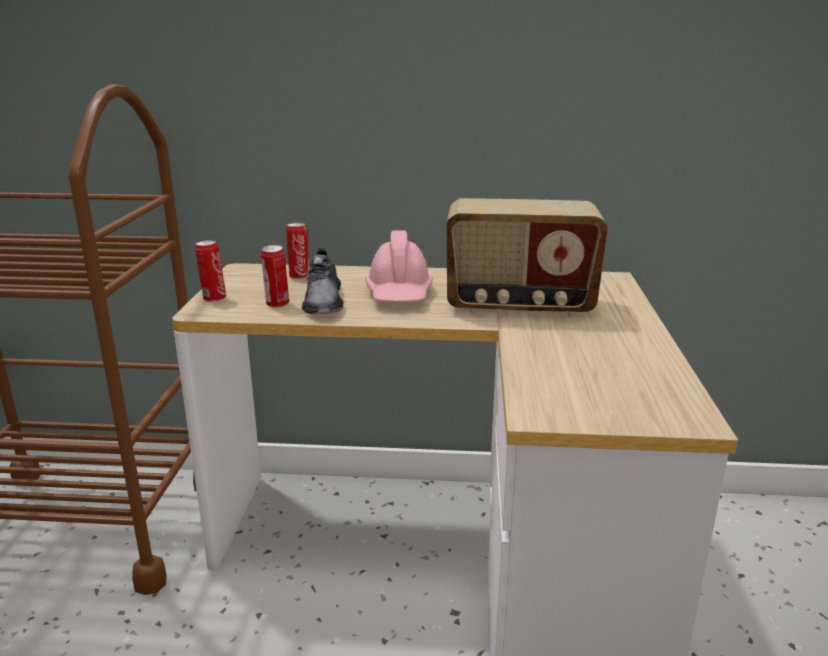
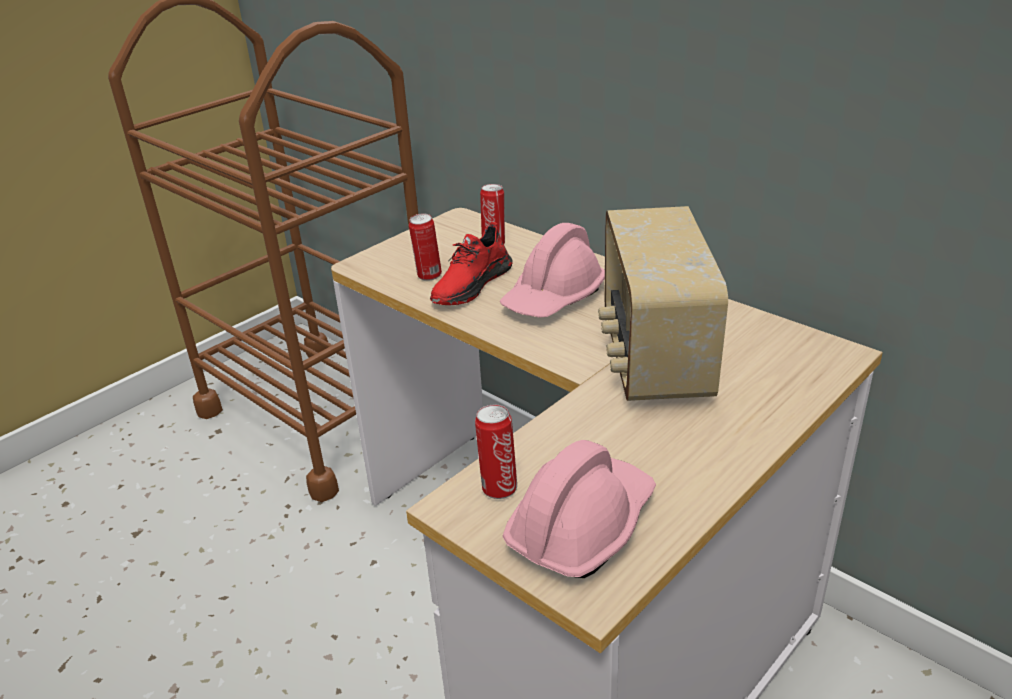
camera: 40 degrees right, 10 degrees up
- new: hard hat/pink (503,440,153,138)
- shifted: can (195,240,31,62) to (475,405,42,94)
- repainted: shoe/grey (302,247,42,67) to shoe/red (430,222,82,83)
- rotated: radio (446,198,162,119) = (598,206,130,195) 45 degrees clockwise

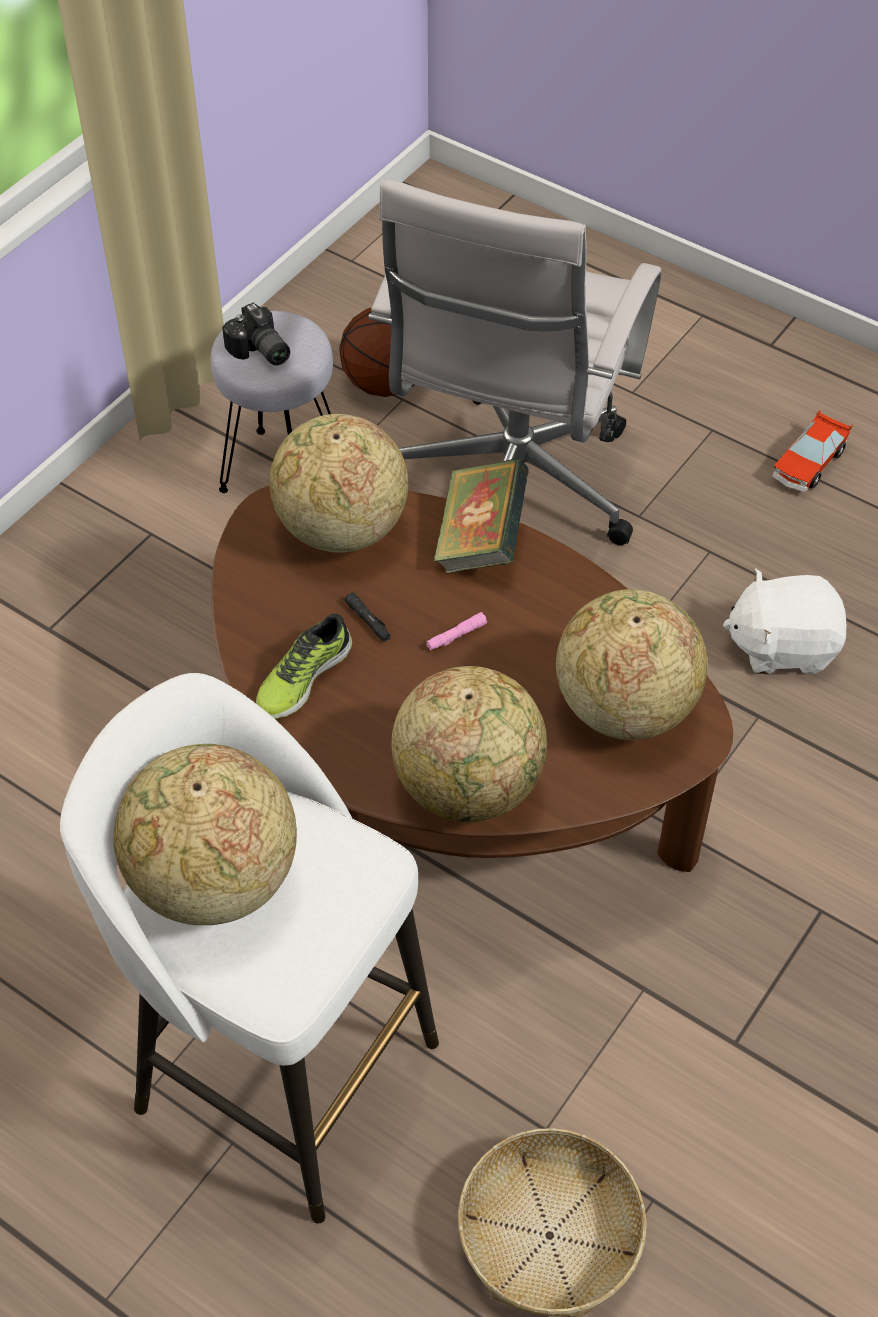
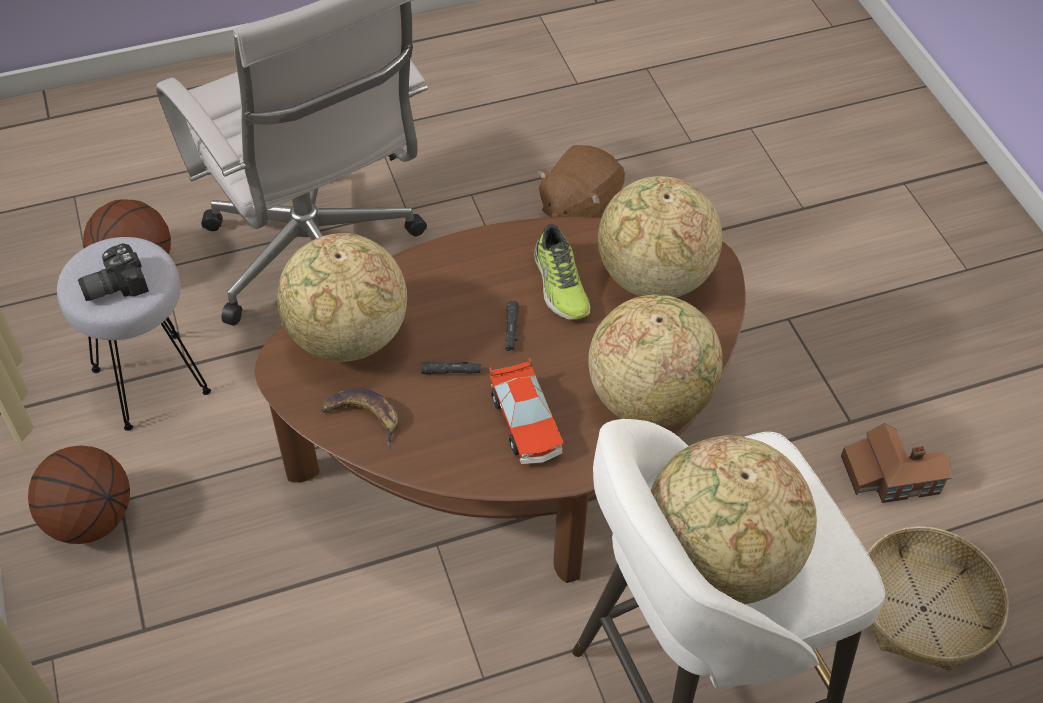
camera: 55 degrees left, 0 degrees up
- gone: book (434,458,95,116)
- new: basketball (28,446,102,98)
- new: banana (321,388,77,60)
- new: toy house (841,423,111,80)
- shifted: shoe (256,614,96,105) to (534,224,57,96)
- shifted: toy car (772,409,81,83) to (489,358,74,106)
- repainted: flashlight/pink (426,612,61,38) to flashlight/black (505,301,14,50)
- repainted: plush toy/white (723,569,124,105) to plush toy/brown (537,145,88,73)
- rotated: photo camera (222,303,68,63) = (78,243,71,58) 150 degrees clockwise

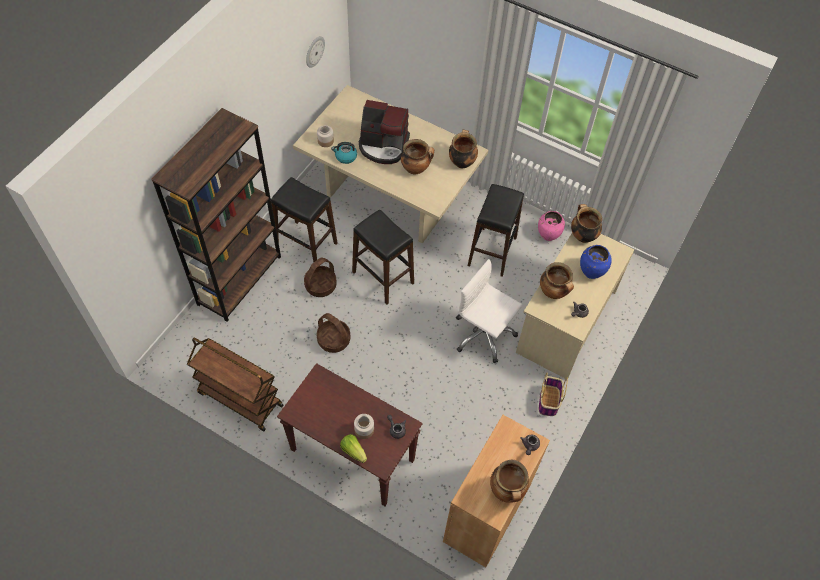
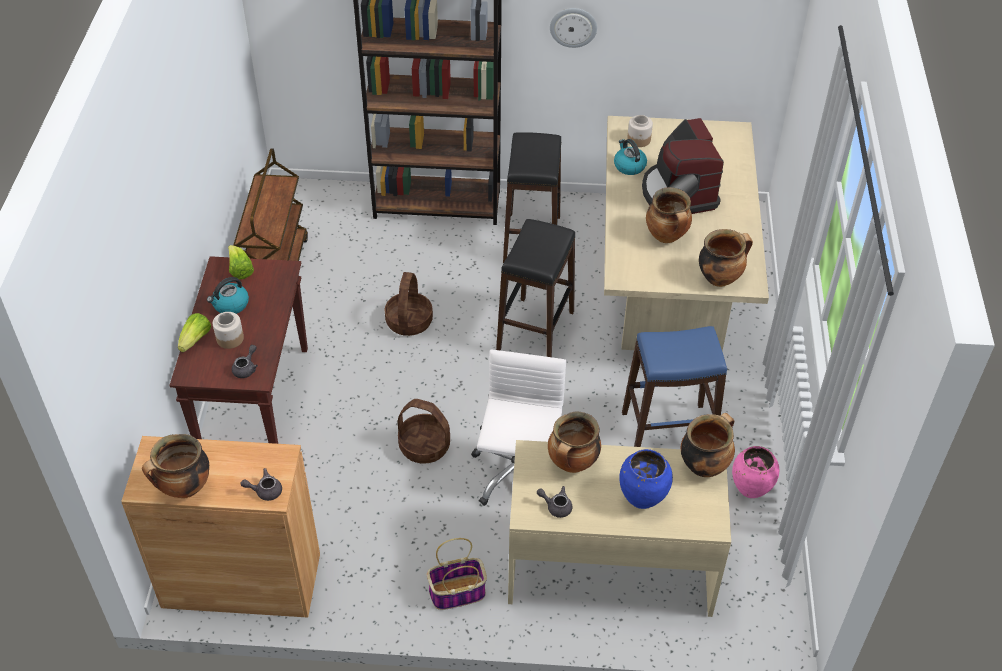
camera: 65 degrees right, 10 degrees down
- new: kettle (207,277,42,37)
- new: lettuce (228,245,26,35)
- shifted: basket (304,258,33,39) to (398,399,52,65)
- shifted: wall clock (306,36,19,32) to (550,8,47,40)
- repainted: stool/black (468,184,56,93) to stool/blue (622,326,105,121)

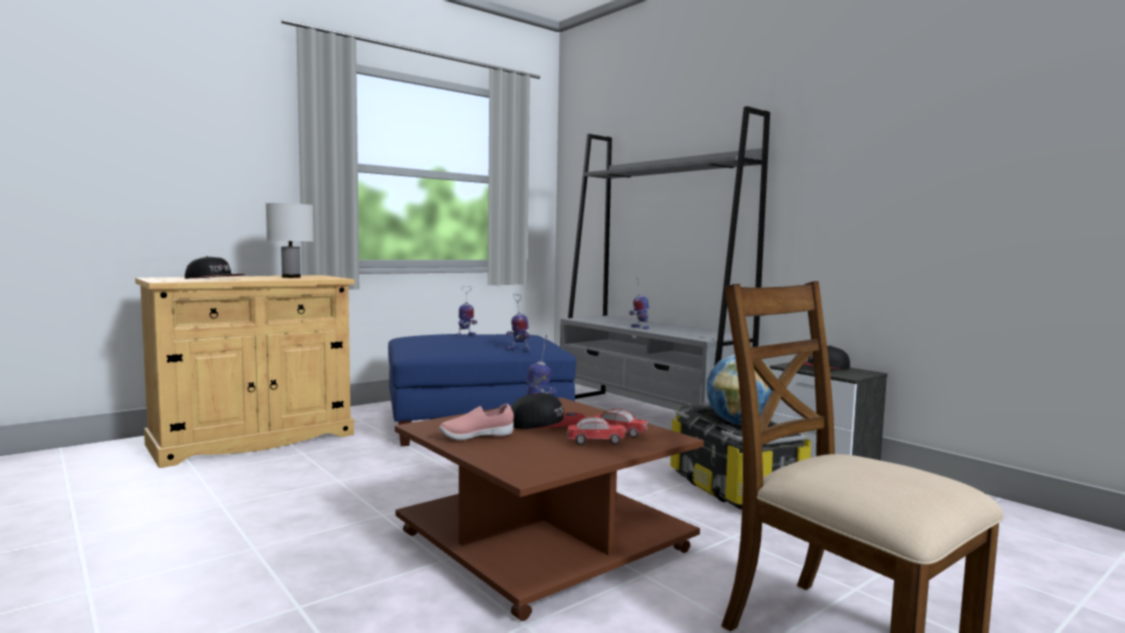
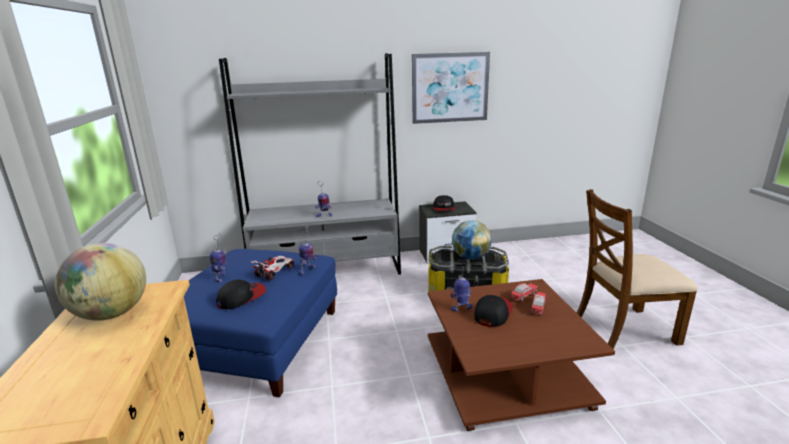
camera: 60 degrees left, 15 degrees up
- gone: shoe/pink (439,404,75,36)
- new: toy car (251,256,43,25)
- new: picture (412,52,78,72)
- shifted: cap (185,256,60,23) to (216,279,50,30)
- swapped: table lamp/white (266,203,48,75) to globe (55,243,91,77)

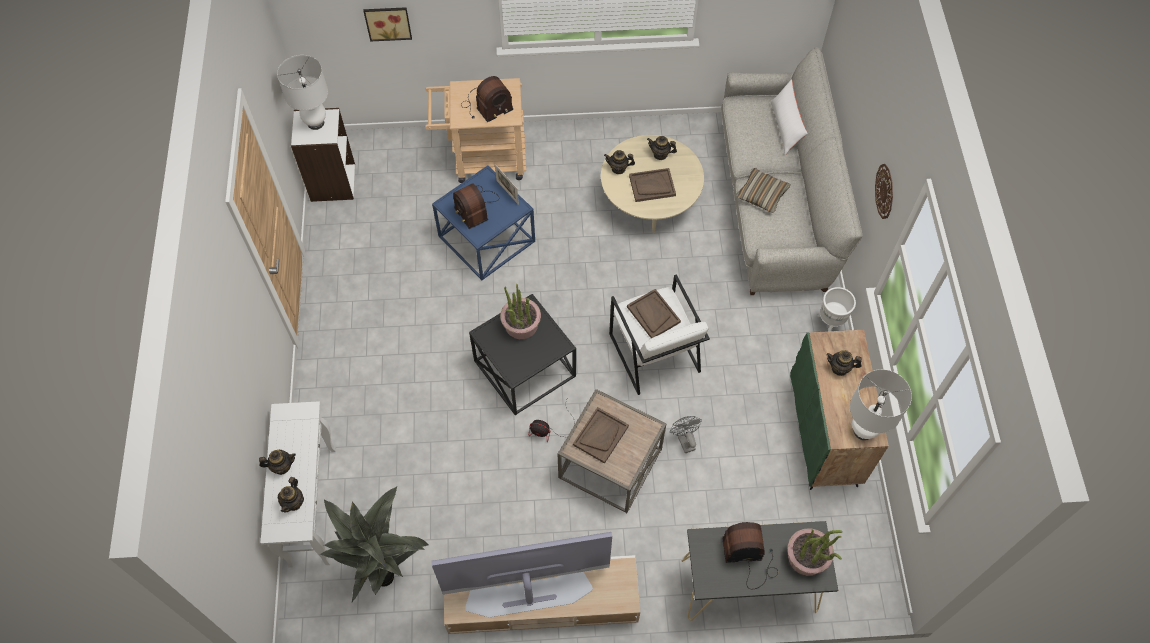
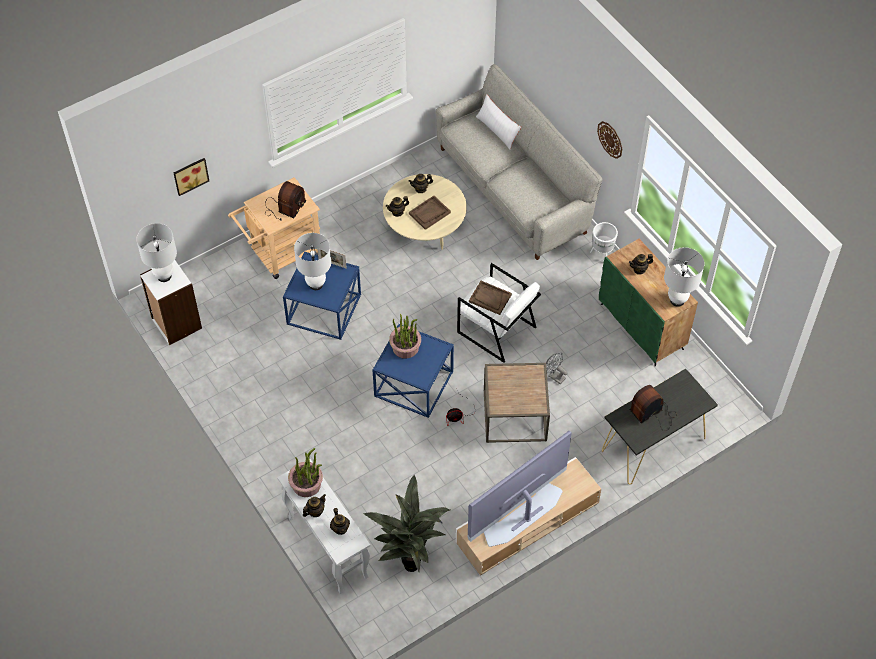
camera: 30 degrees left, 5 degrees down
- gone: tray/brown (573,407,56,57)
- gone: pillow (736,168,55,45)
- shifted: potted plant (787,528,56,48) to (288,448,35,49)
- swapped: radio (453,183,47,46) to table lamp/white (294,233,37,57)
- repainted: side table/black (469,294,107,121) to side table/blue (373,324,81,94)

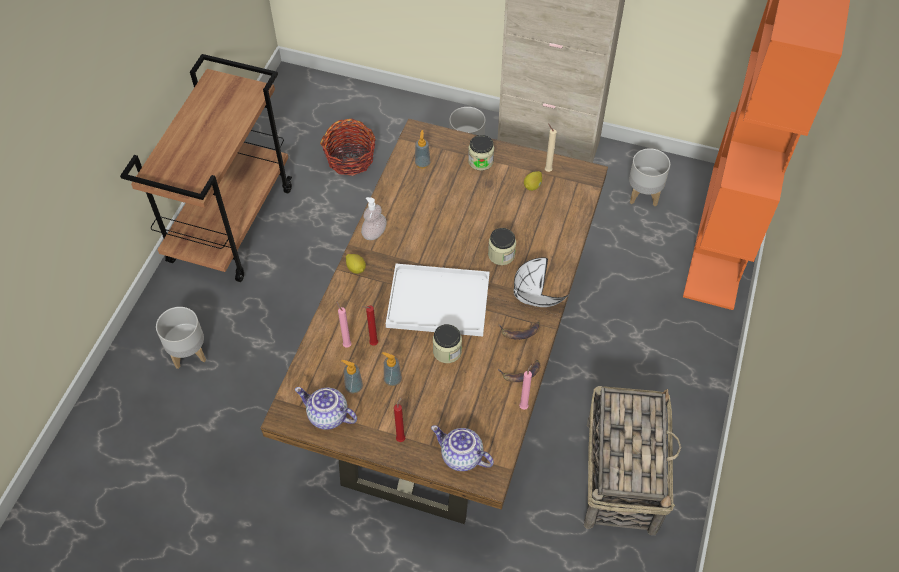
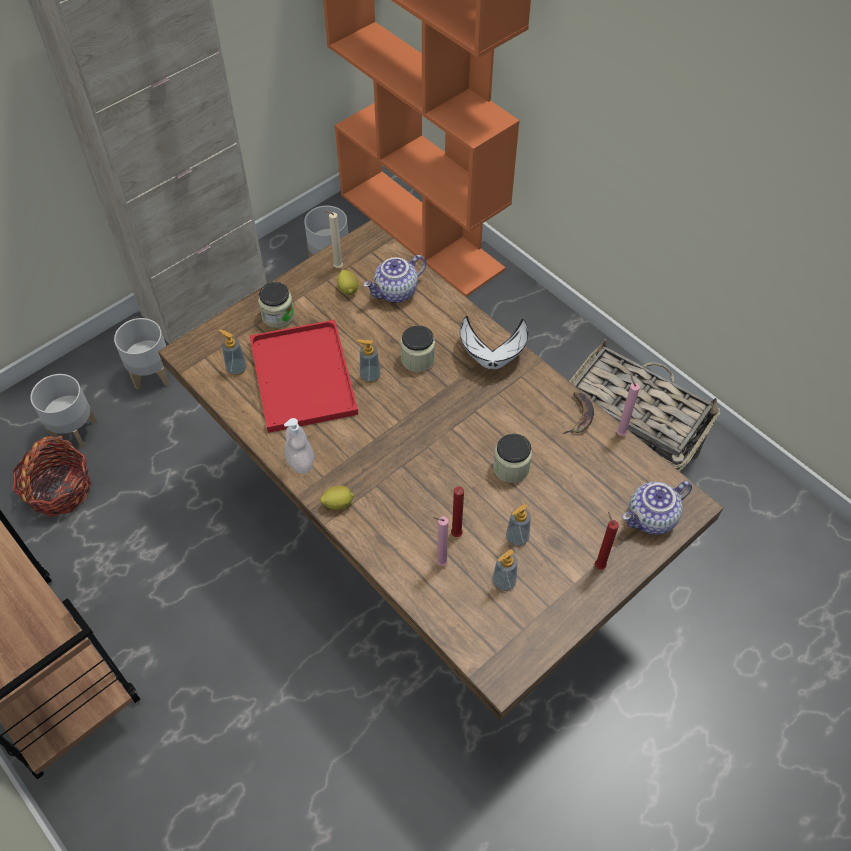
camera: 60 degrees left, 0 degrees up
- gone: tray/white (386,264,104,73)
- gone: banana (499,322,41,18)
- new: tray/red (249,320,109,113)
- new: soap dispenser (357,340,24,43)
- shifted: planter/grey (156,307,50,62) to (30,374,67,74)
- shifted: teapot (295,387,62,43) to (363,255,63,48)

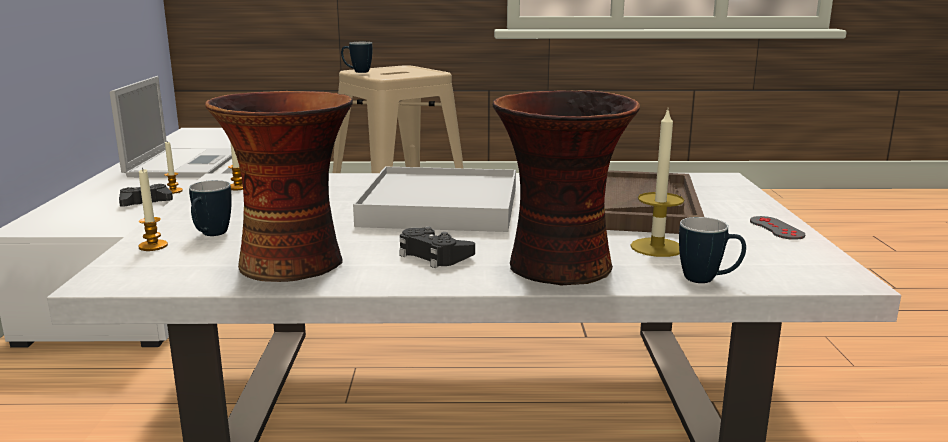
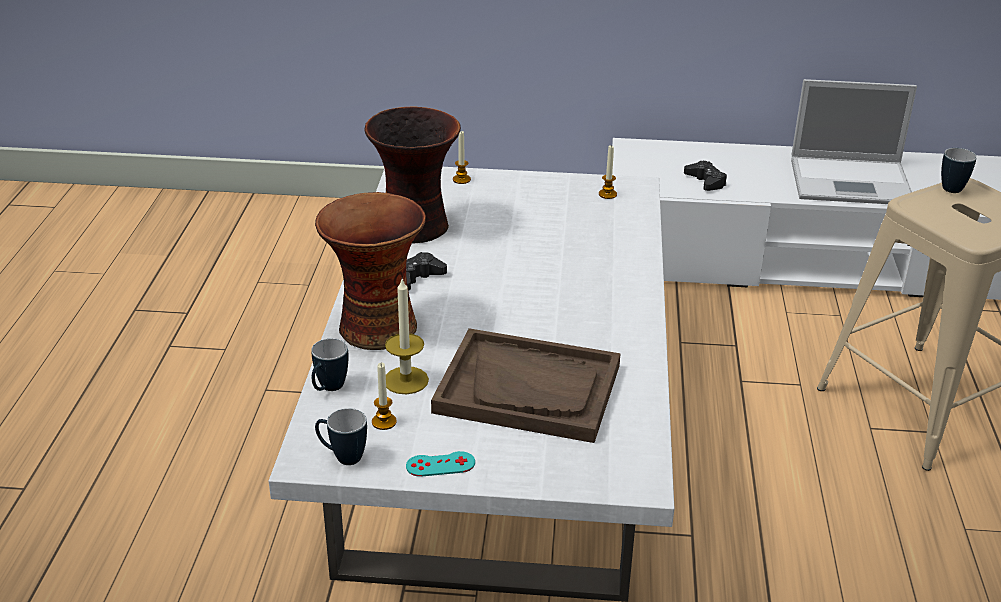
camera: 95 degrees right, 15 degrees up
- gone: tray/white (353,167,163,65)
- shifted: candle (165,141,18,53) to (372,362,25,68)
- shifted: mug (189,180,43,56) to (315,408,52,57)
- repainted: game controller/grey (750,216,55,24) to game controller/turquoise (406,451,69,26)

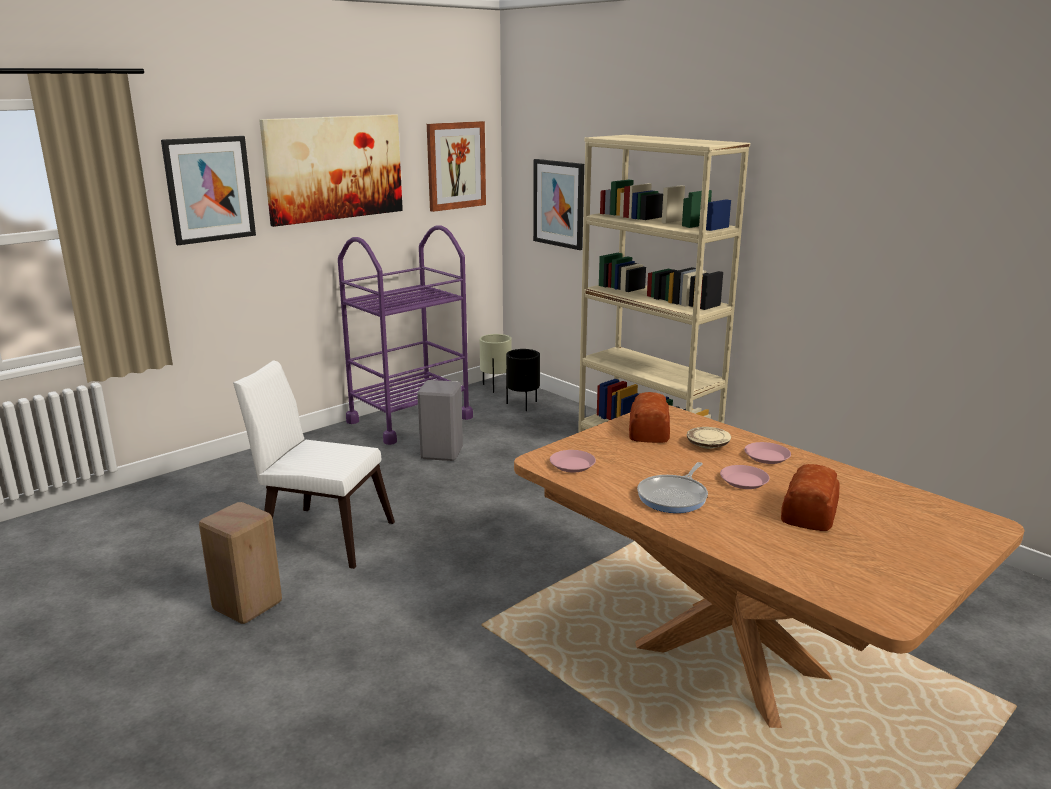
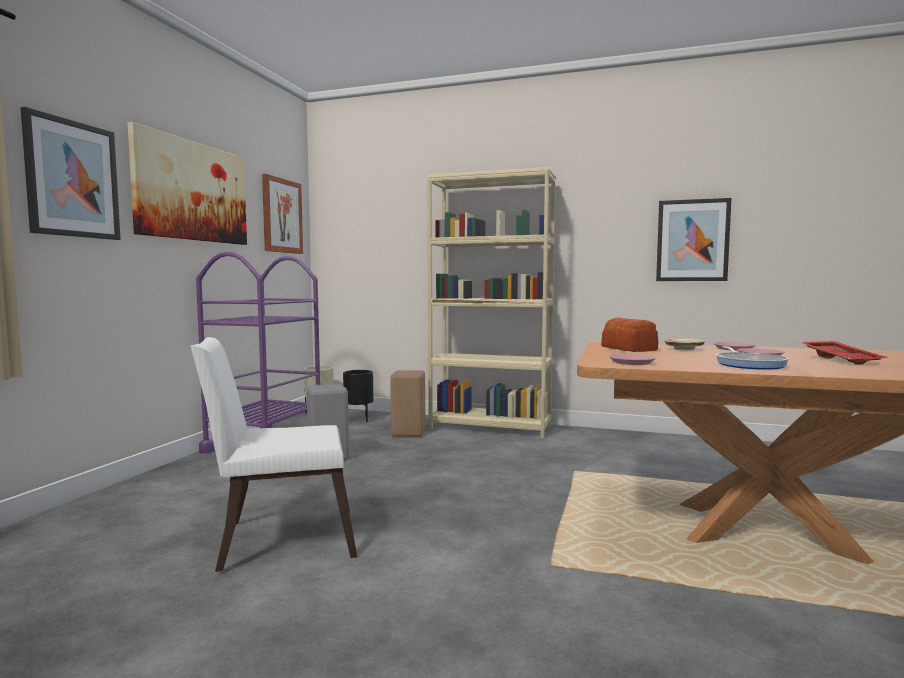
camera: 30 degrees left, 15 degrees down
- shifted: stool/beige (199,502,83,122) to (390,370,35,67)
- shifted: picture (533,159,51,91) to (656,198,75,83)
- swapped: bread (781,464,59,67) to tray/red (800,341,90,24)

